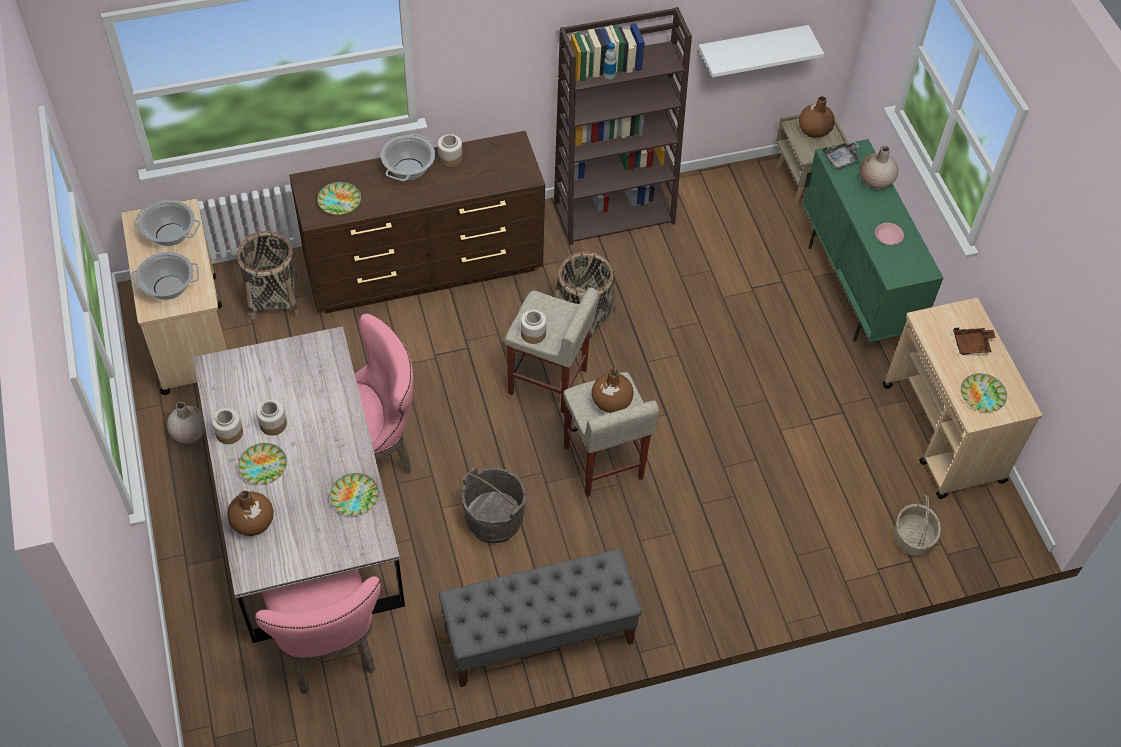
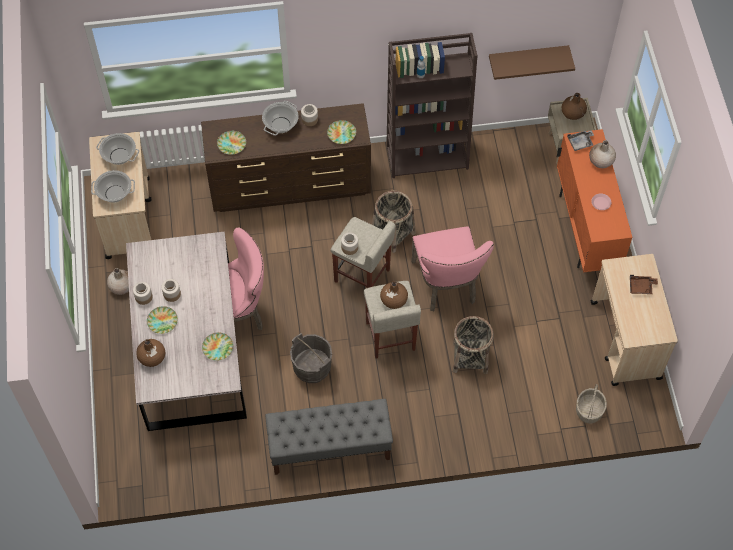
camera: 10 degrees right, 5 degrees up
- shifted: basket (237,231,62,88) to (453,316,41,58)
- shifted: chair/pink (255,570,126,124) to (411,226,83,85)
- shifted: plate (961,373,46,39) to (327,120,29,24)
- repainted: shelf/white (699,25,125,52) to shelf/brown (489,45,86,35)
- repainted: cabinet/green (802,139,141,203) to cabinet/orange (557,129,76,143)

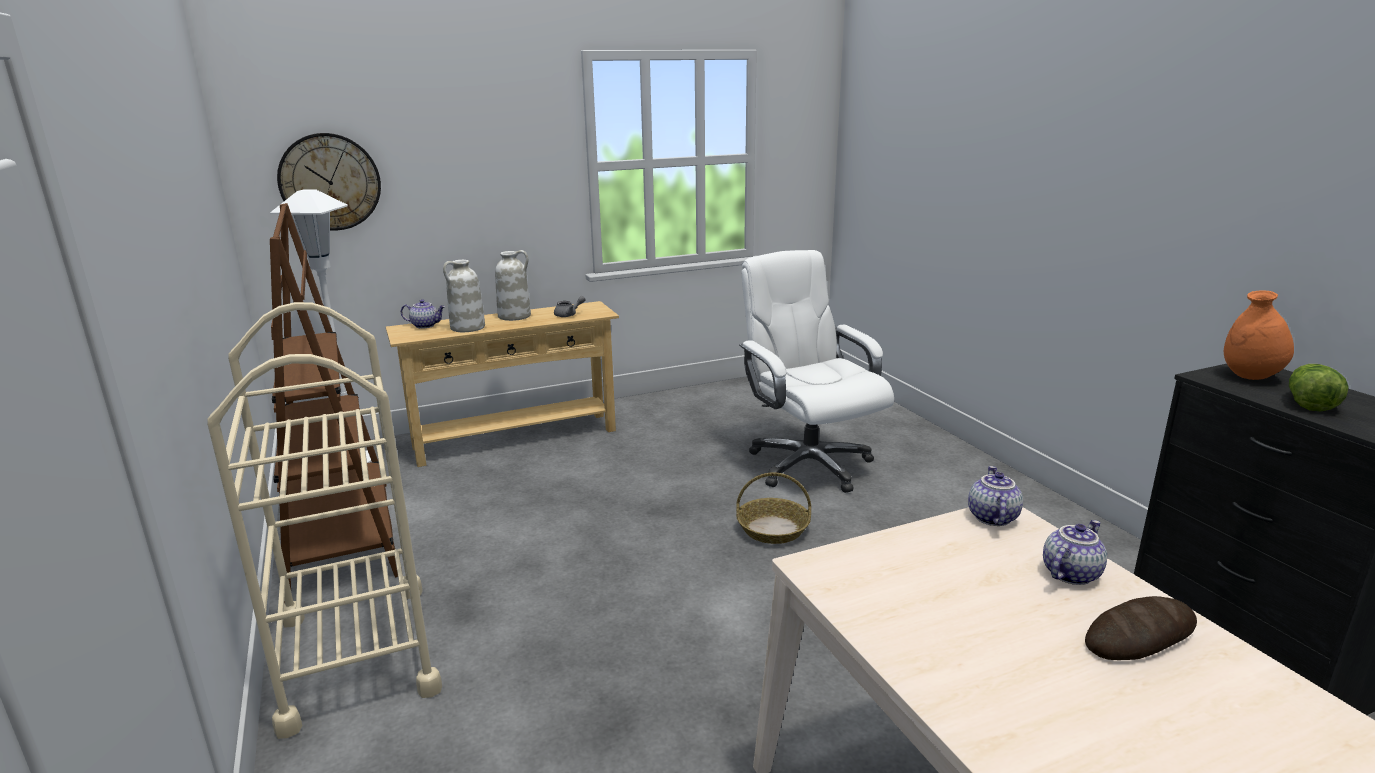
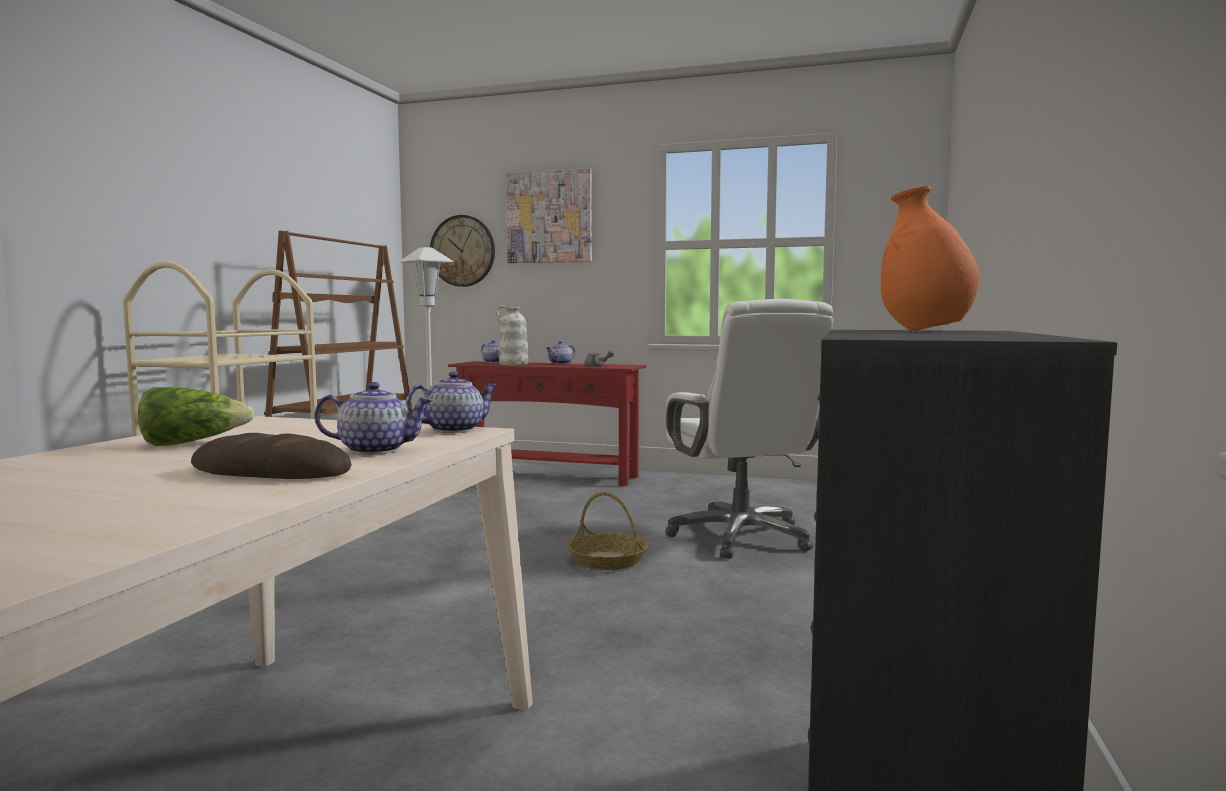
camera: 40 degrees right, 15 degrees down
- new: picture (506,168,86,95)
- shifted: lettuce (1289,364,60,48) to (138,387,117,59)
- swapped: vase/white (495,250,36,71) to teapot (546,341,29,24)
- repainted: console table/beige (386,301,233,166) to console table/red (448,361,199,125)
- rotated: office chair/white (739,250,155,243) = (665,299,168,260) 150 degrees clockwise

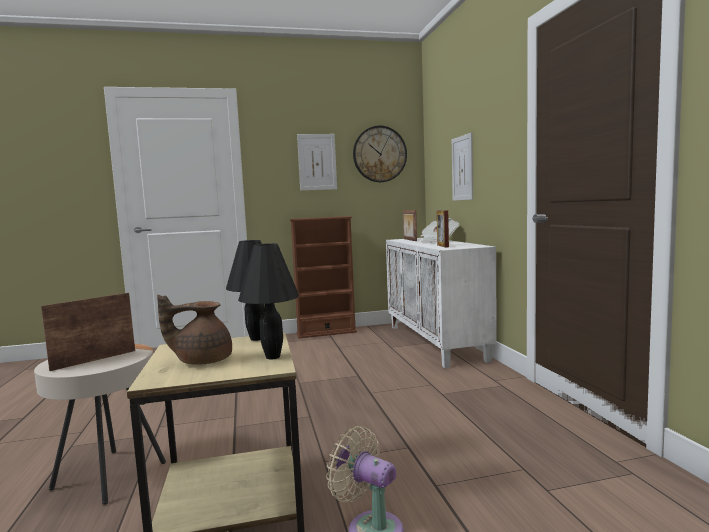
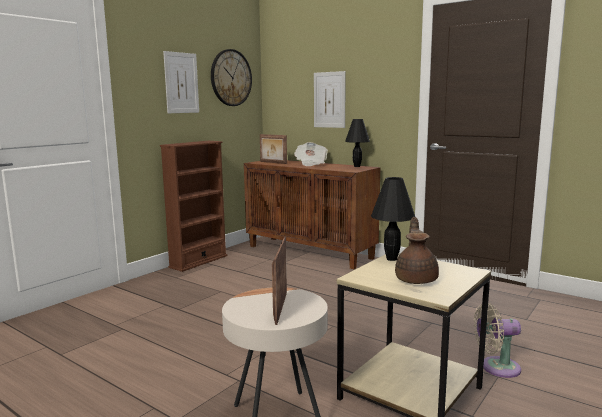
camera: 40 degrees left, 5 degrees up
- gone: picture frame (437,210,12,38)
- shifted: table lamp/black (238,243,61,116) to (345,119,25,48)
- repainted: cabinet/white (386,238,111,130) to cabinet/brown (244,160,136,109)
- rotated: teapot/brown (157,294,75,71) = (395,217,44,67) 150 degrees clockwise

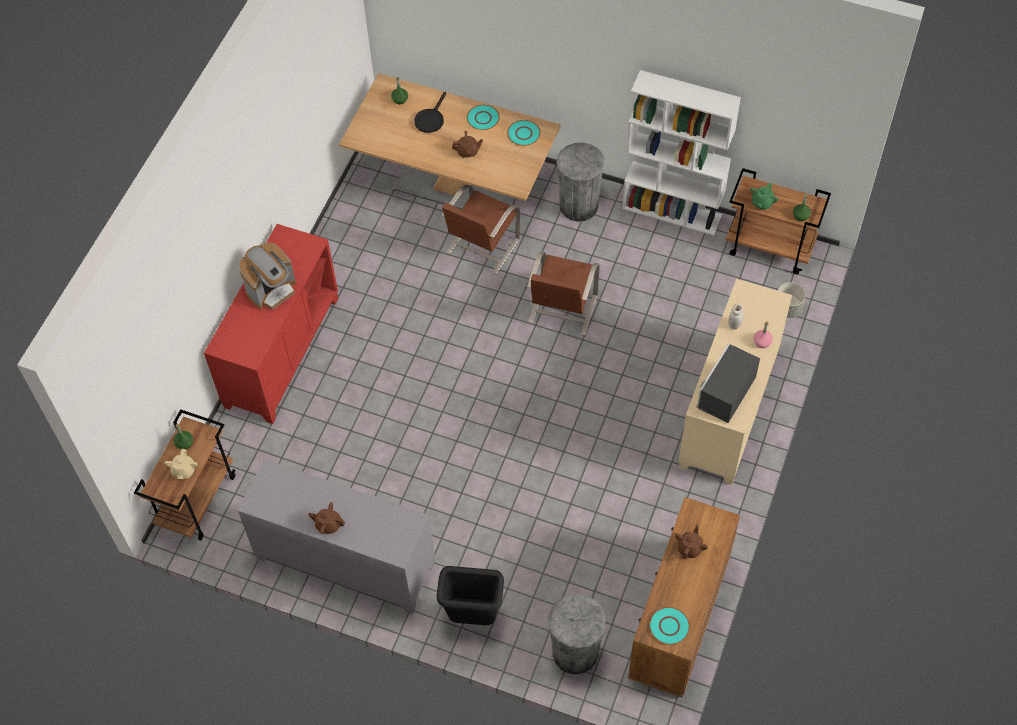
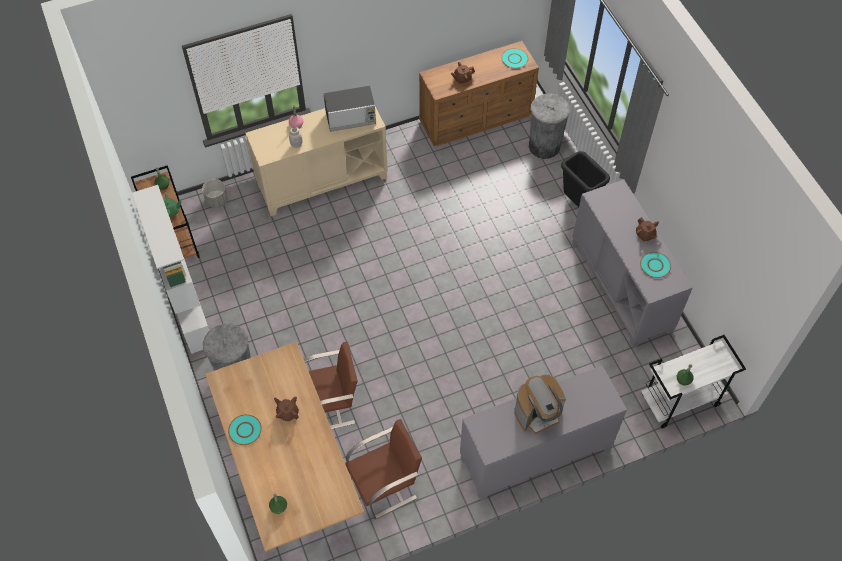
camera: 135 degrees left, 0 degrees up
- gone: teapot/beige (164,449,33,30)
- gone: frying pan/black (414,92,32,41)
- shifted: plate/turquoise (507,120,34,26) to (640,252,31,26)
- shifted: chair/brown (527,251,73,85) to (345,419,77,100)
- repainted: cart/brown (134,409,101,132) to cart/white (641,335,105,94)
- repainted: cabinet/red (204,224,134,200) to cabinet/grey (460,365,167,136)
- rotated: coffee machine (239,242,57,68) = (514,375,52,60) 150 degrees clockwise

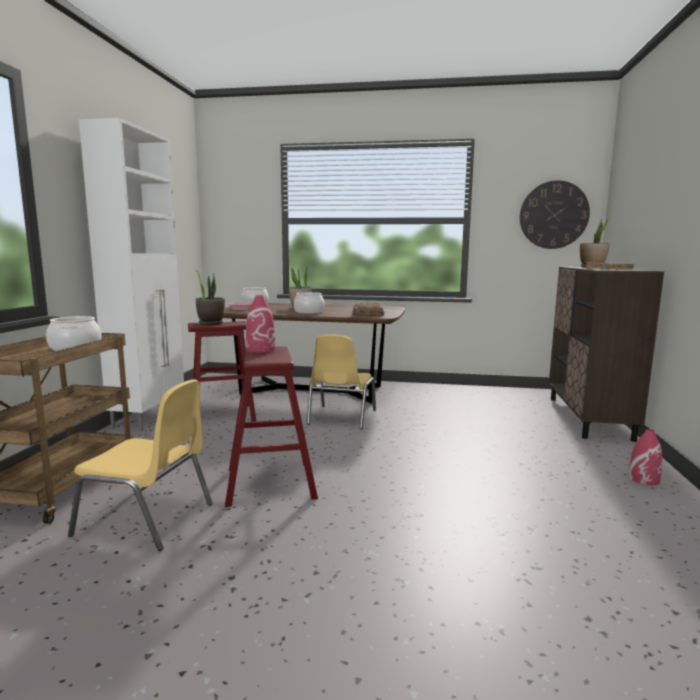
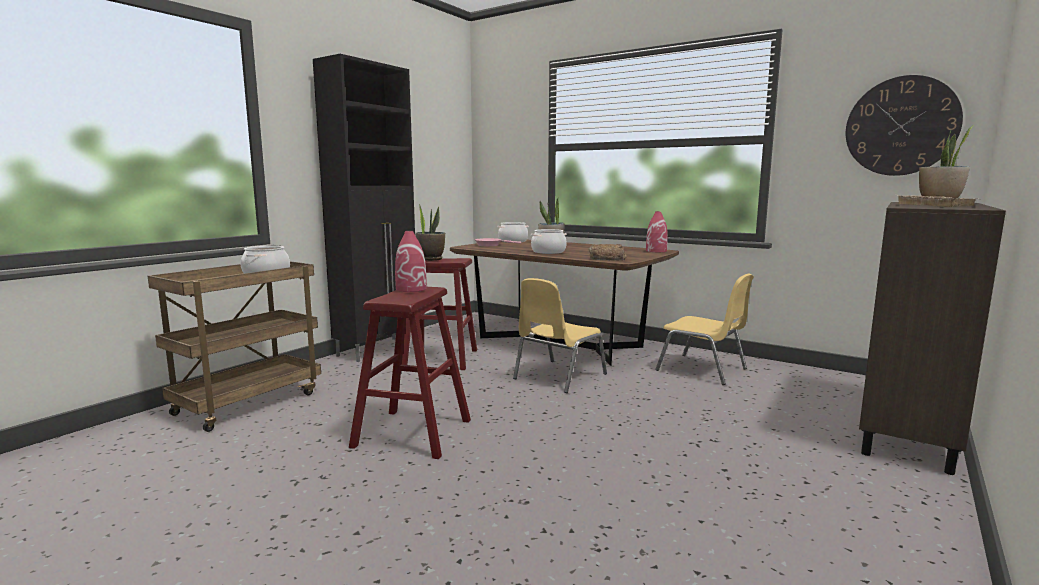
camera: 25 degrees right, 0 degrees up
- shifted: chair/yellow (68,379,145,172) to (655,274,99,111)
- shifted: vase/red (629,429,34,56) to (646,211,22,41)
- repainted: cabinet/white (79,118,105,313) to cabinet/black (313,54,102,308)

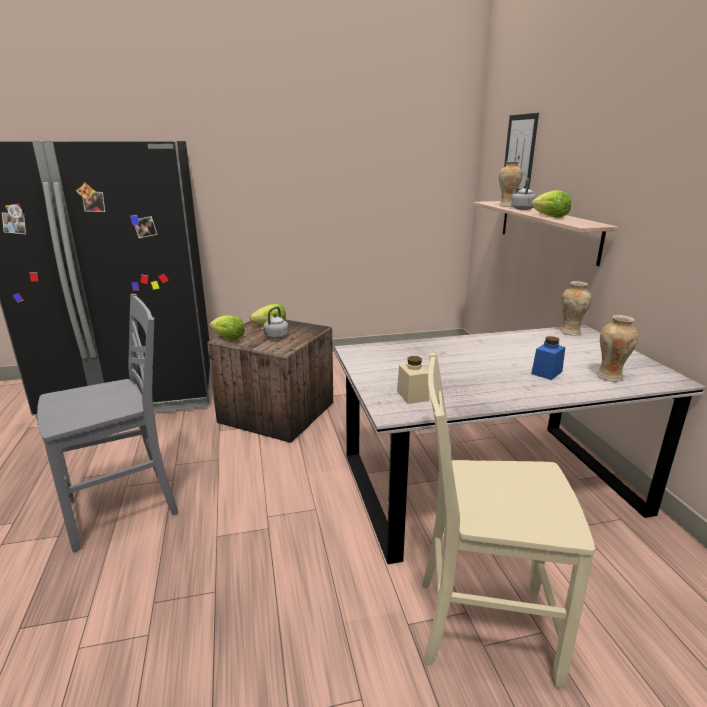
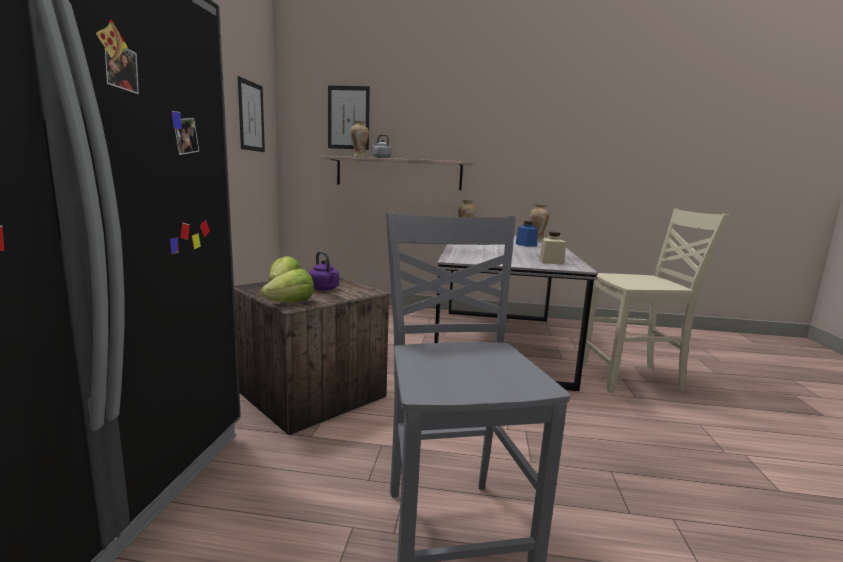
camera: 70 degrees left, 10 degrees down
- gone: lettuce (531,190,40,28)
- new: picture (238,76,27,76)
- repainted: kettle/grey (261,307,28,32) to kettle/purple (309,251,30,39)
- rotated: chair/beige (422,353,173,335) = (583,208,146,184) 120 degrees counterclockwise

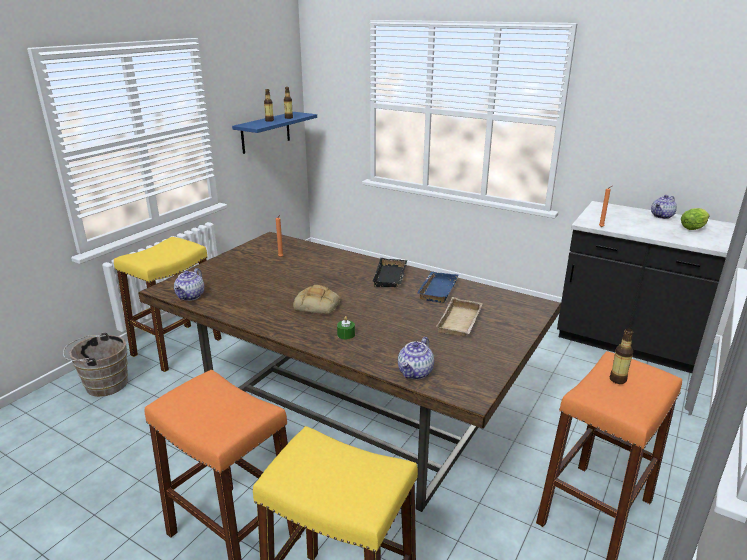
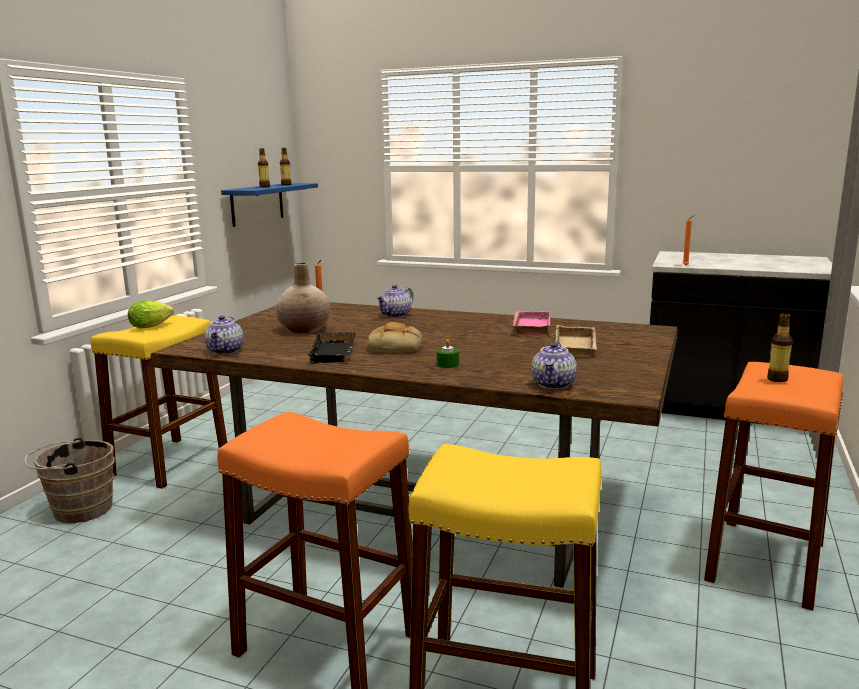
camera: 10 degrees left, 10 degrees down
- new: vase/beige (276,263,54,70)
- shifted: tray/black (372,258,35,29) to (307,332,49,32)
- shifted: teapot (651,195,26,24) to (376,285,37,33)
- shifted: lettuce (681,208,29,22) to (128,300,46,28)
- repainted: tray/blue (417,272,41,31) to tray/pink (513,311,37,24)

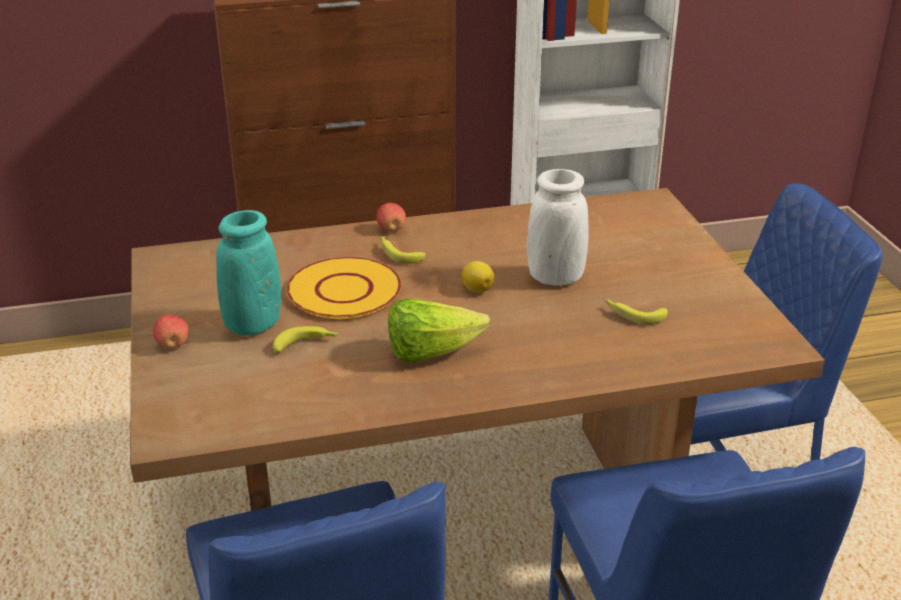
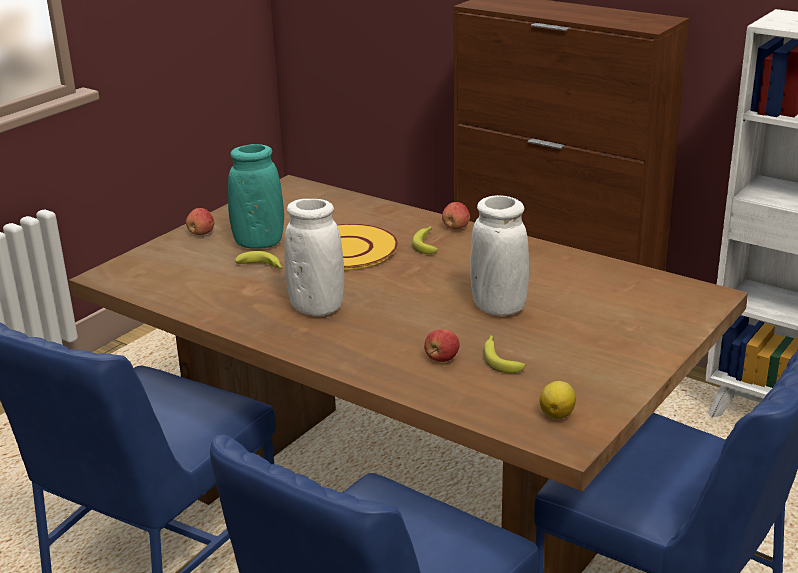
camera: 50 degrees right, 5 degrees down
- new: apple (424,329,36,33)
- shifted: lemon (462,261,32,32) to (540,381,36,38)
- swapped: lettuce (388,298,102,65) to vase/white (285,199,59,117)

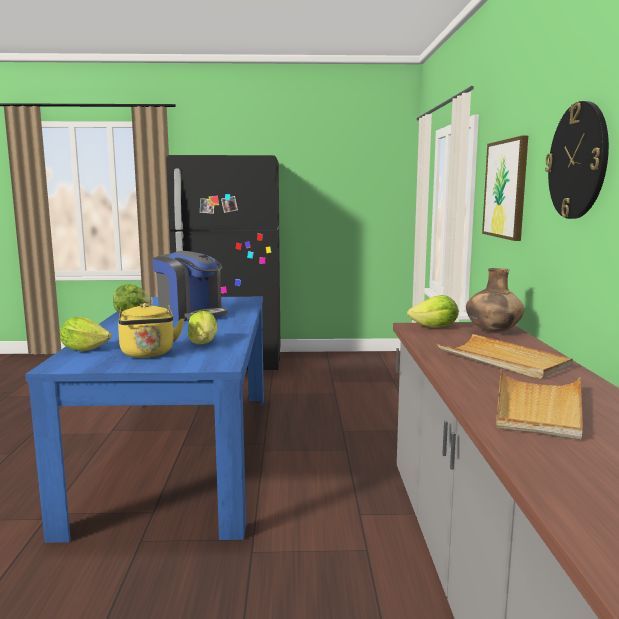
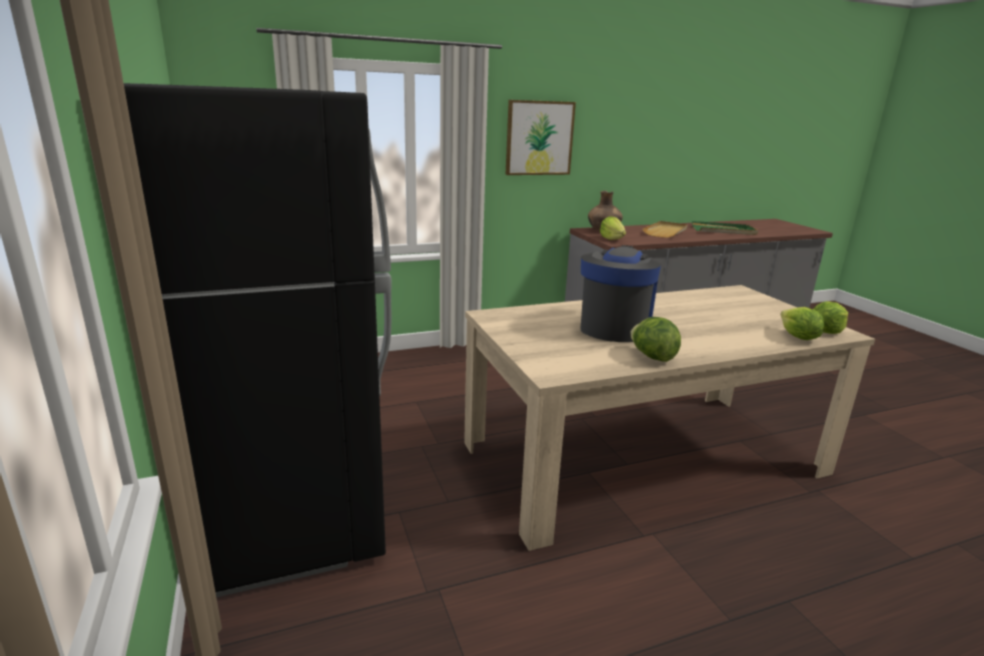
camera: 110 degrees left, 10 degrees up
- gone: kettle/yellow (118,303,66,55)
- gone: wall clock (545,101,64,118)
- shifted: lettuce (188,311,30,33) to (813,301,35,33)
- repainted: dining table/blue (25,297,239,246) to dining table/beige (464,285,411,266)
- repainted: tray/beige (496,369,87,71) to tray/green (692,221,67,14)

